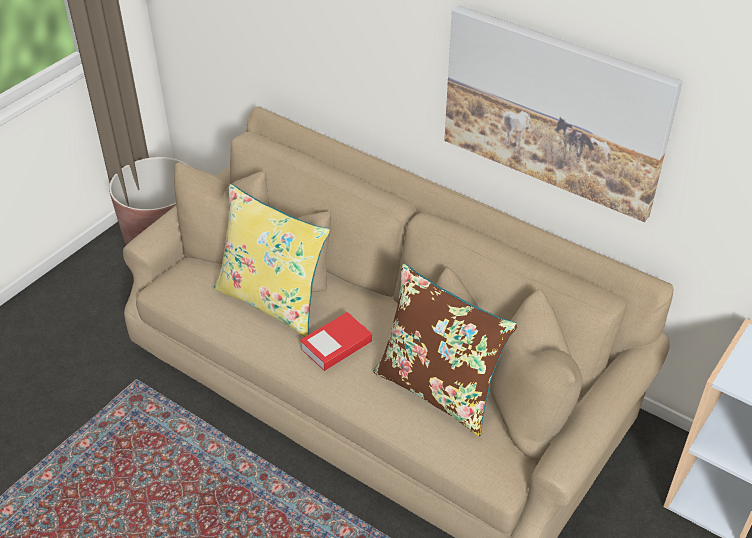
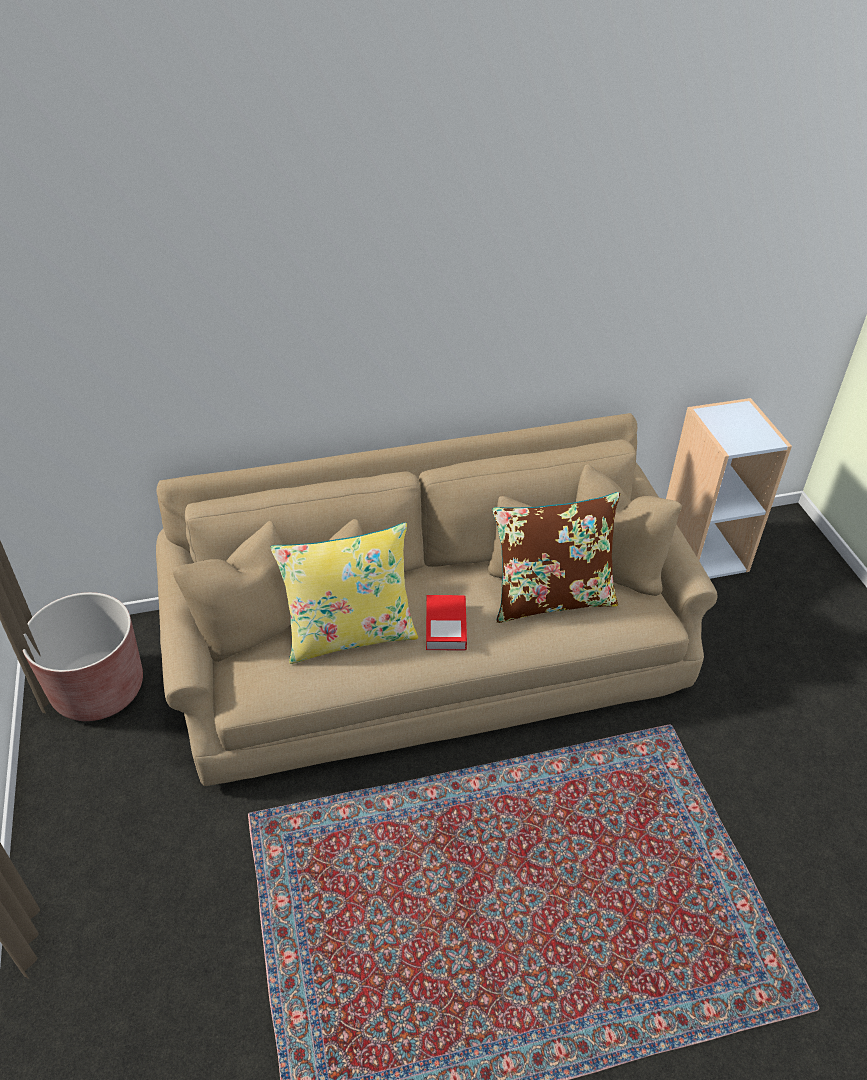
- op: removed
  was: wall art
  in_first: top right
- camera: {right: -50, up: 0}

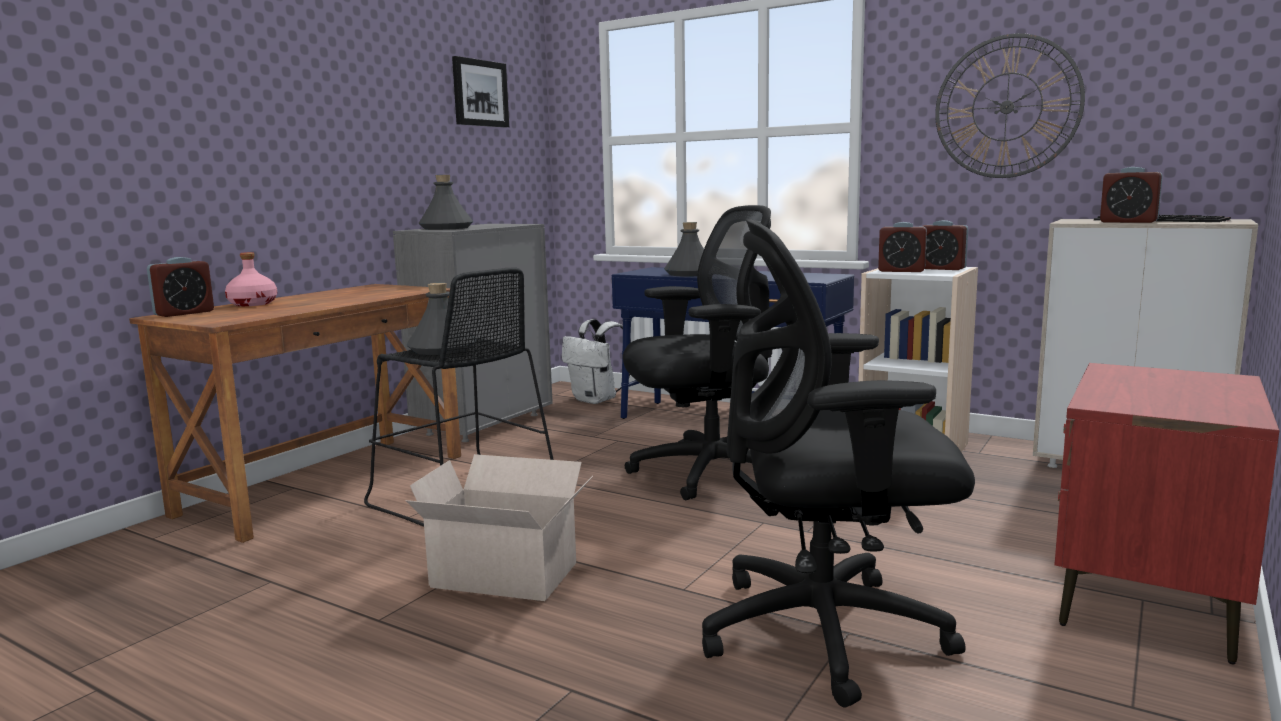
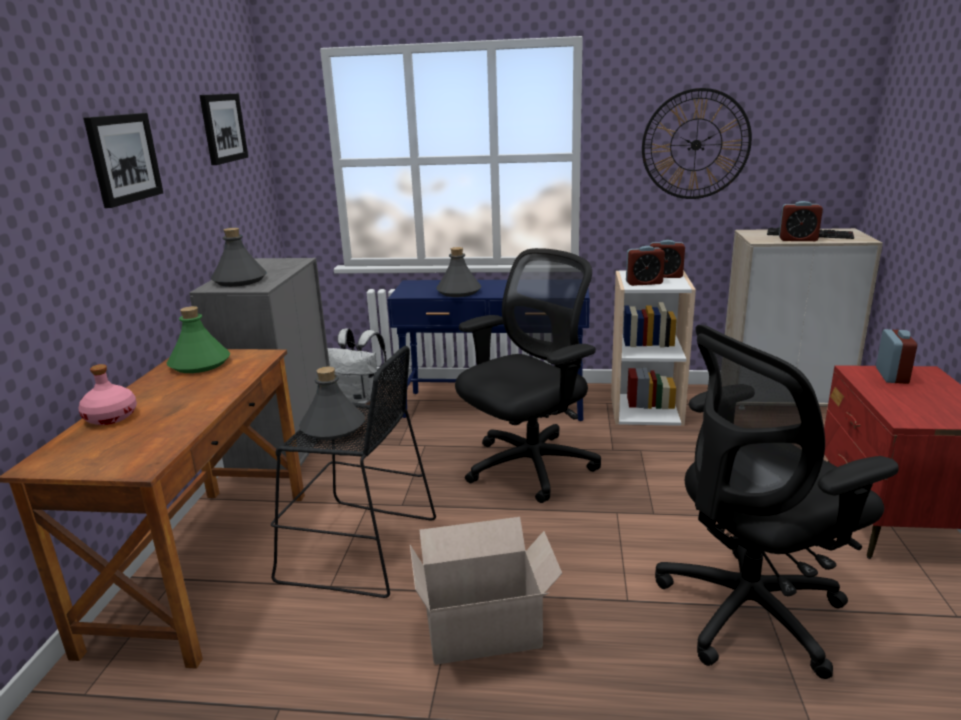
- op: moved
  was: bedside clock (1st from left in the first image)
  now: bedside clock (4th from left)
  in_first: middle left
  in_second: middle right
- op: added
  now: wall art (1st from left)
  in_second: top left
- op: added
  now: green-coloured drink bottle
  in_second: middle left
- camera: {right: -25, up: 10}

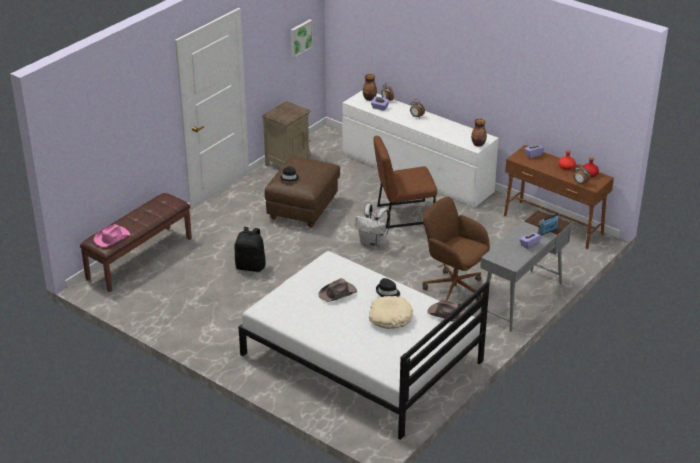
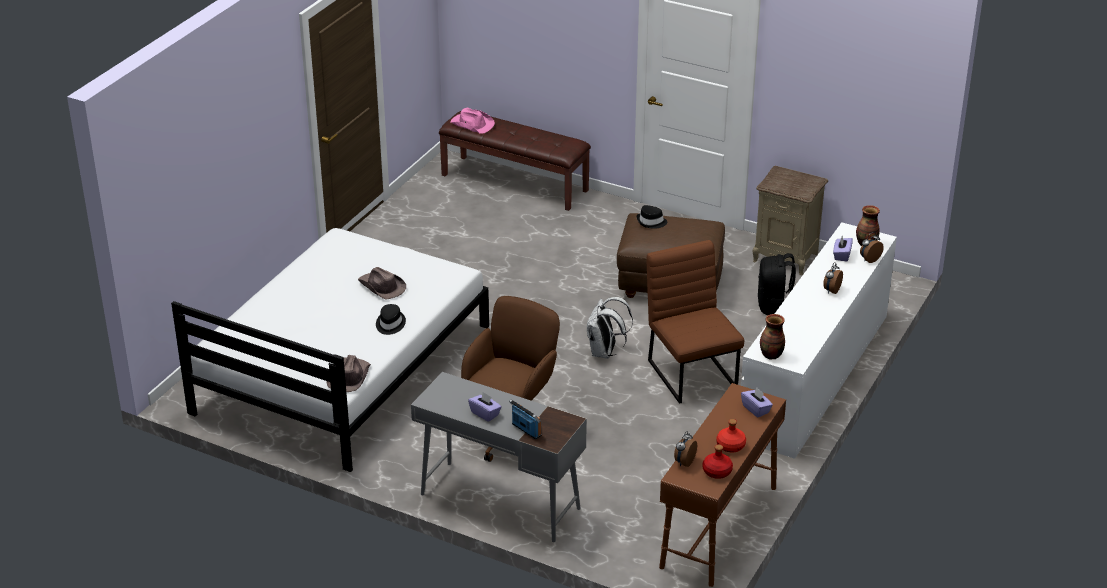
- op: moved
  was: blackish backpack
  in_first: centre
  in_second: middle right
- op: removed
  was: wall art
  in_first: top centre
- op: removed
  was: beige-coloured throw pillow
  in_first: bottom centre
- camera: {right: 80, up: 0}

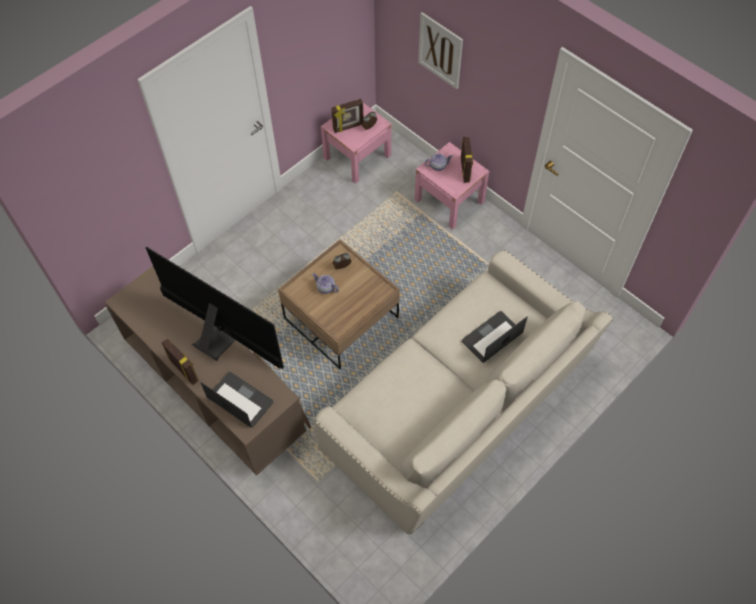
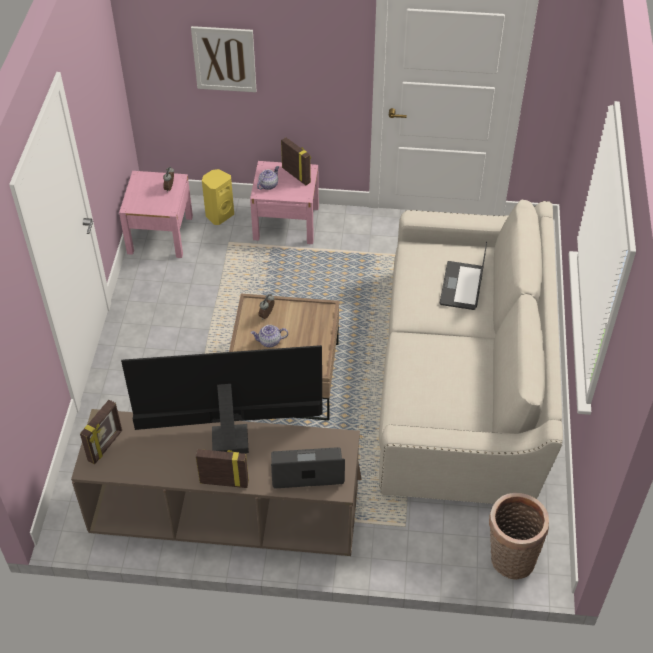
- op: moved
  was: picture frame (2nd from left in the first image)
  now: picture frame (1st from left)
  in_first: top centre
  in_second: middle left
- op: added
  now: yellow-coloured loudspeaker
  in_second: top centre
- op: added
  now: basket
  in_second: bottom right
- camera: {right: -40, up: -10}

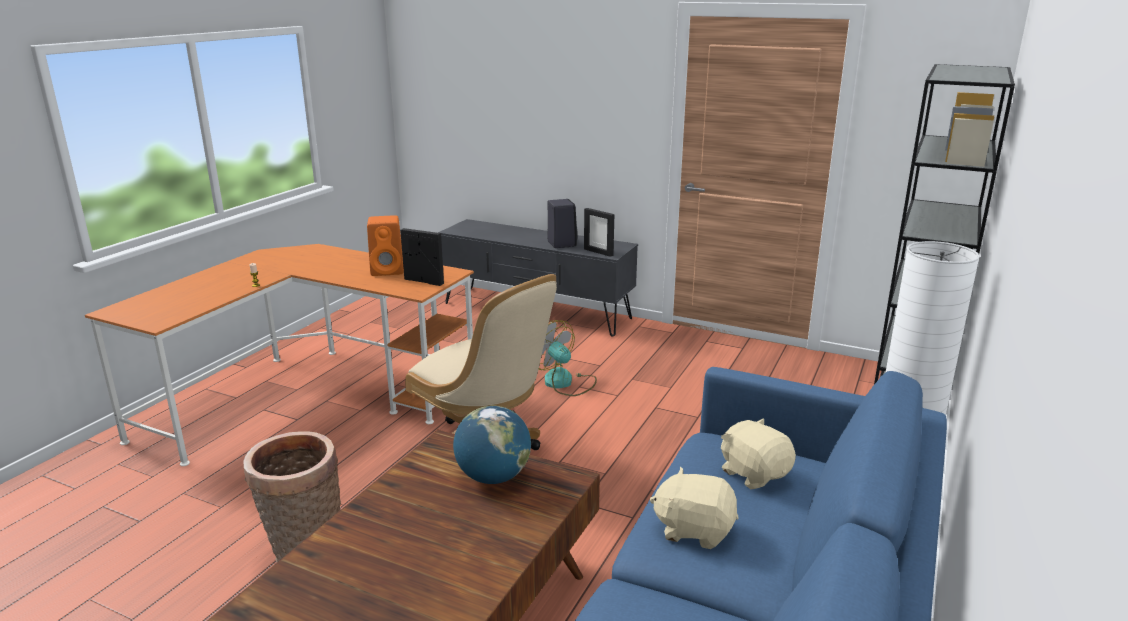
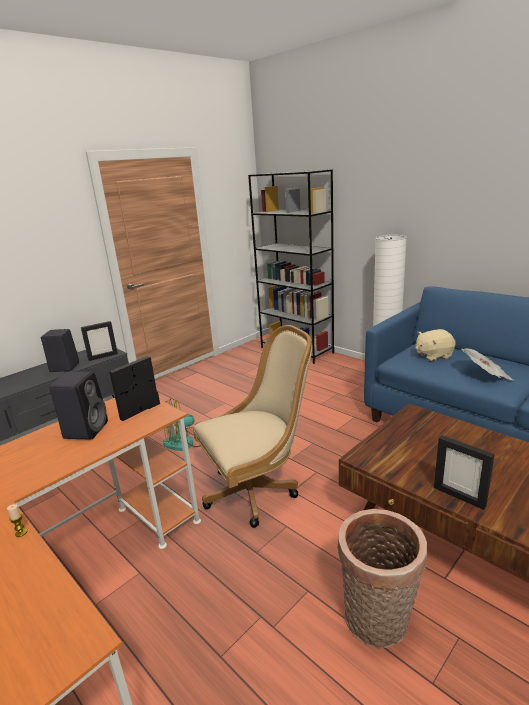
- op: recoloured
  was: orange-coloured loudspeaker
  now: blackish loudspeaker (2nd from left)
  in_first: centre
  in_second: middle left
- op: removed
  was: world globe
  in_first: bottom centre
- op: replaced
  was: beige-coloured plush toy (1st from left)
  now: newspaper
  in_first: bottom centre
  in_second: middle right
- op: added
  now: picture frame (3rd from left)
  in_second: bottom right
- camera: {right: -70, up: 0}

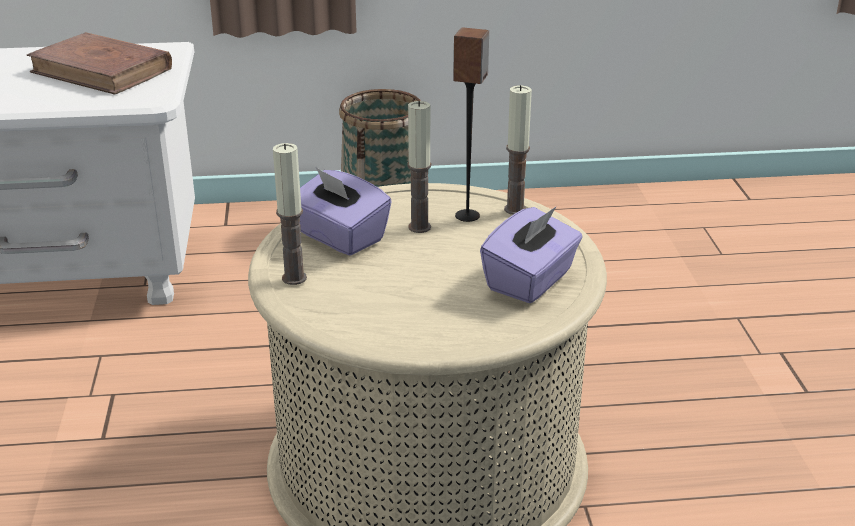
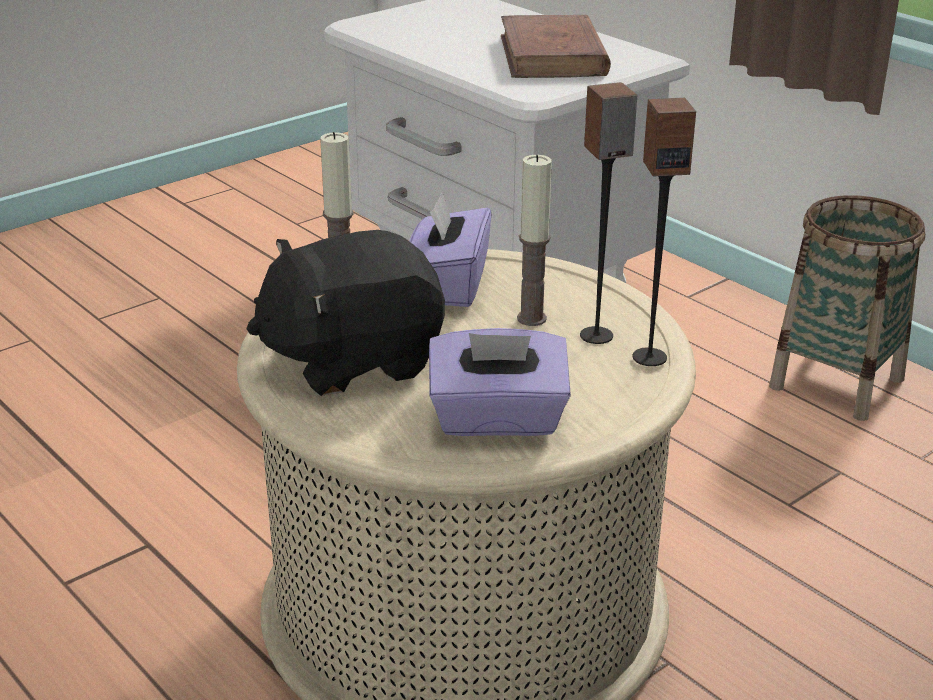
- op: replaced
  was: candle (3rd from left)
  now: loudspeaker (2nd from left)
  in_first: top centre
  in_second: top right
- op: added
  now: blackish plush toy
  in_second: centre
- camera: {right: 55, up: 0}

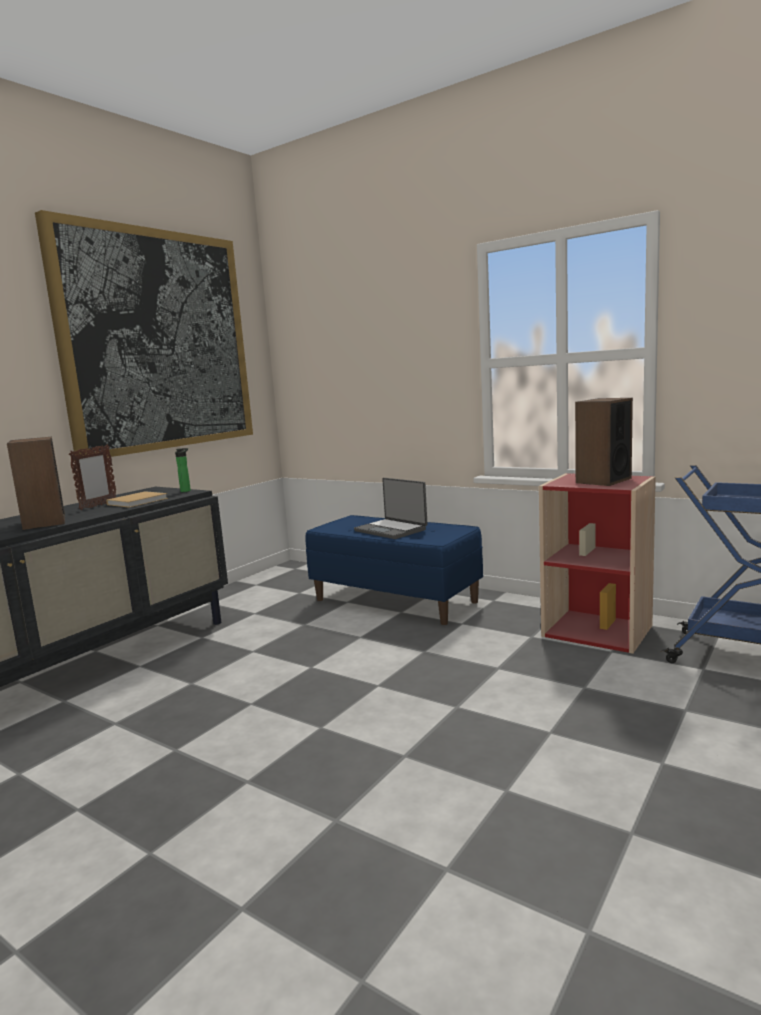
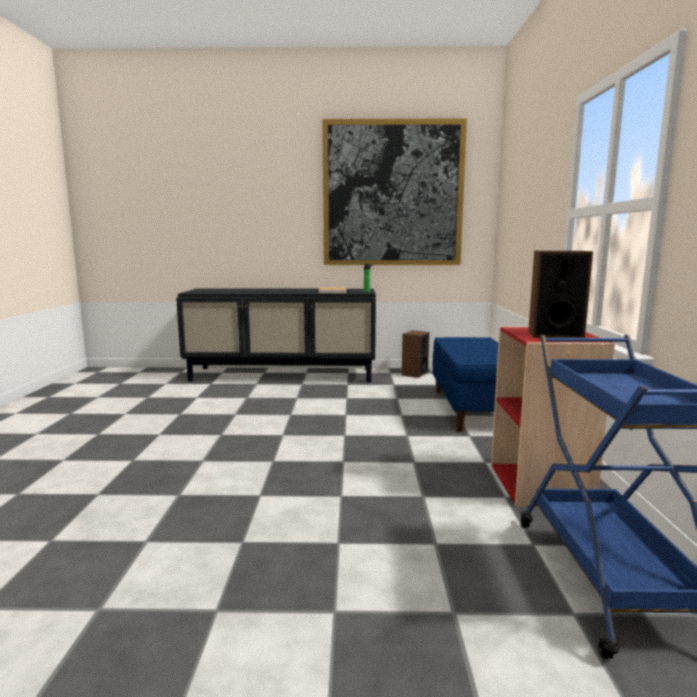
- op: moved
  was: loudspeaker (1st from left)
  in_first: middle left
  in_second: centre
- op: removed
  was: picture frame
  in_first: middle left
- op: removed
  was: laptop
  in_first: centre
- camera: {right: 55, up: 0}

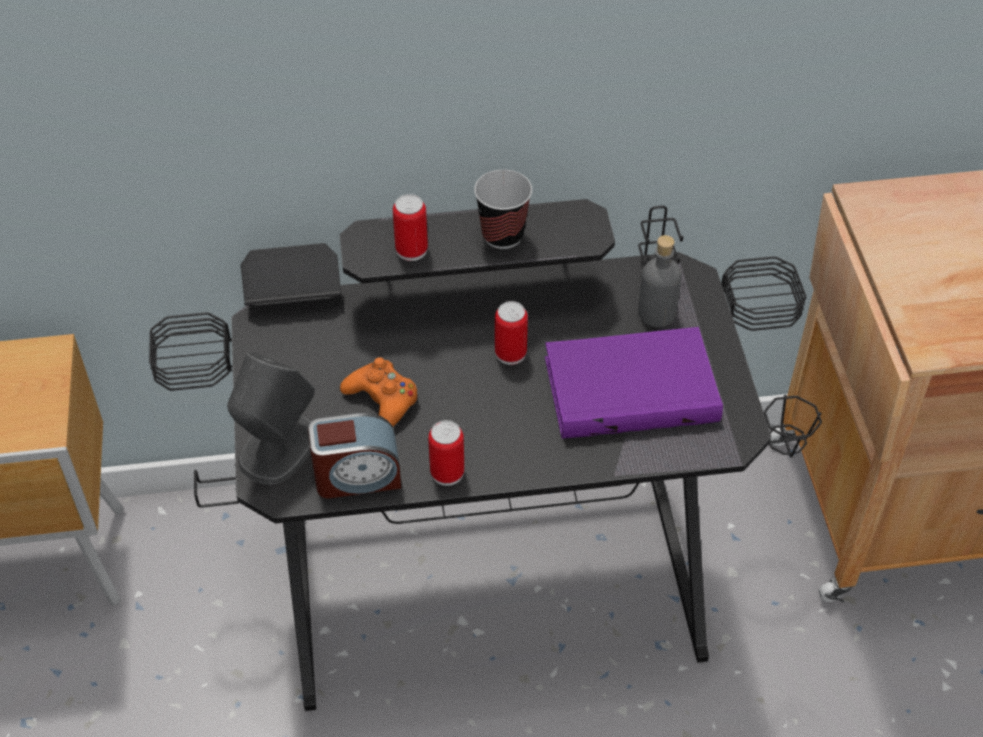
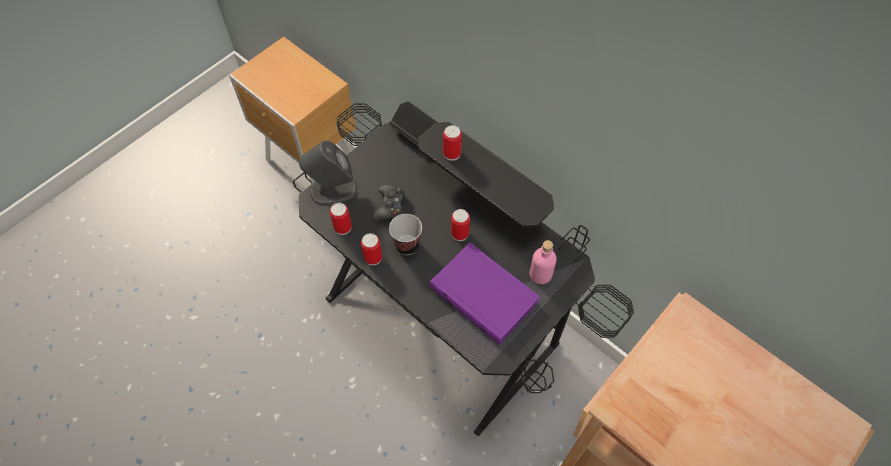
- op: replaced
  was: bedside clock
  now: sealed can (1st from left)
  in_first: centre
  in_second: centre
- op: recoloured
  was: orange-coloured gamepad
  now: blackish gamepad
  in_first: centre
  in_second: centre
- op: moved
  was: drinking cup
  in_first: top centre
  in_second: centre
- op: recoloured
  was: gray drink bottle
  now: pink drink bottle
  in_first: middle right
  in_second: centre
- camera: {right: 50, up: 10}

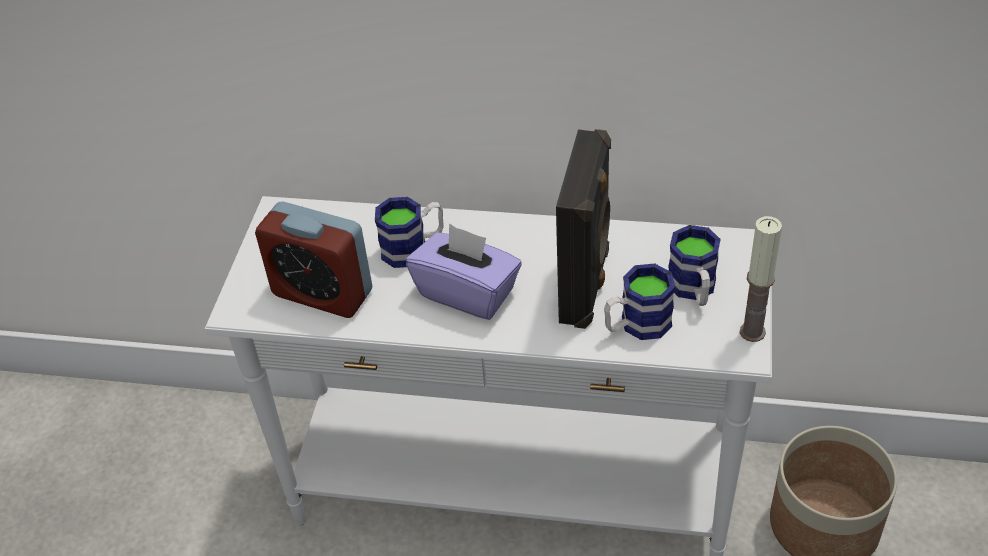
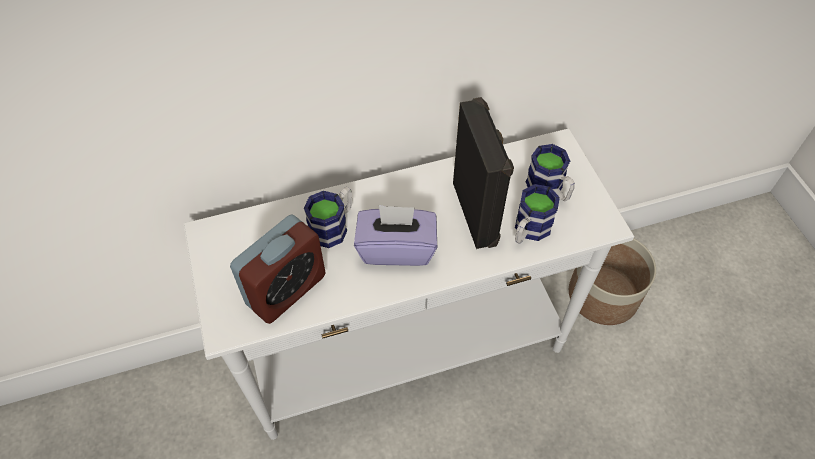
- op: turned
  was: bedside clock
  in_first: middle left
  in_second: centre
  clockwise: -45
- op: removed
  was: candle
  in_first: middle right
- camera: {right: -30, up: 10}

